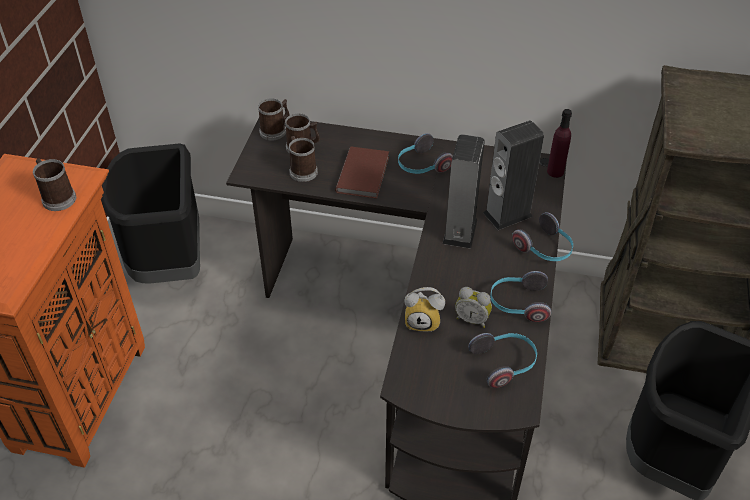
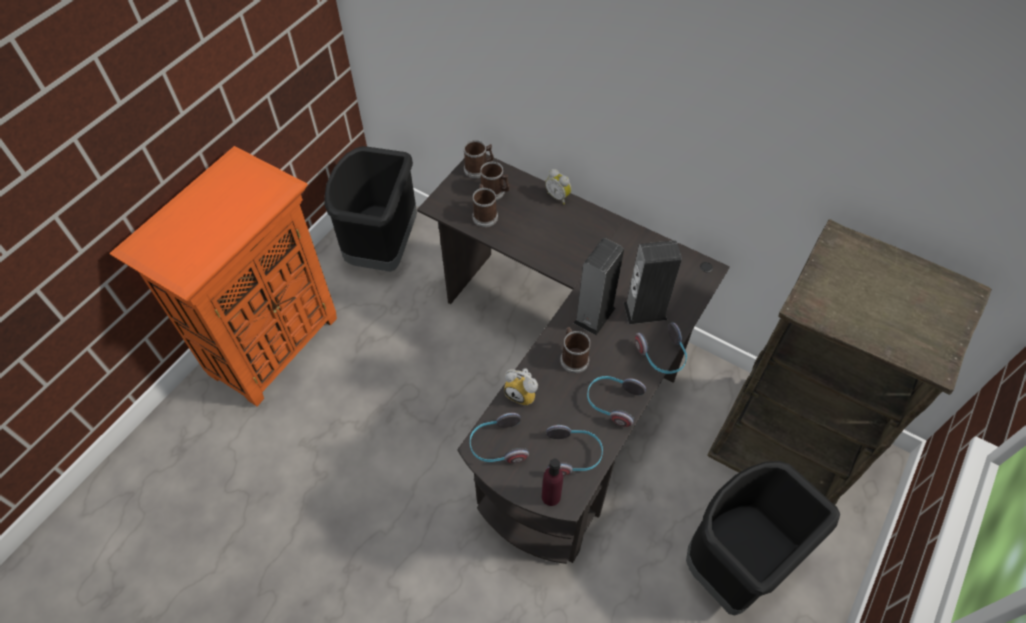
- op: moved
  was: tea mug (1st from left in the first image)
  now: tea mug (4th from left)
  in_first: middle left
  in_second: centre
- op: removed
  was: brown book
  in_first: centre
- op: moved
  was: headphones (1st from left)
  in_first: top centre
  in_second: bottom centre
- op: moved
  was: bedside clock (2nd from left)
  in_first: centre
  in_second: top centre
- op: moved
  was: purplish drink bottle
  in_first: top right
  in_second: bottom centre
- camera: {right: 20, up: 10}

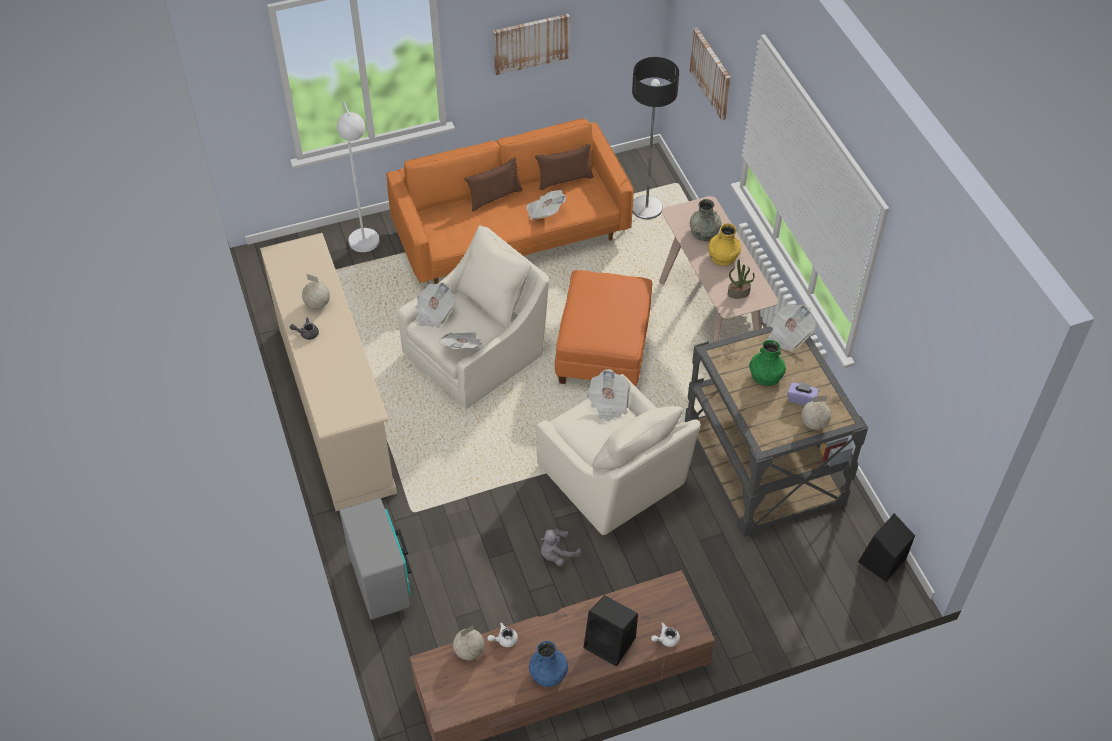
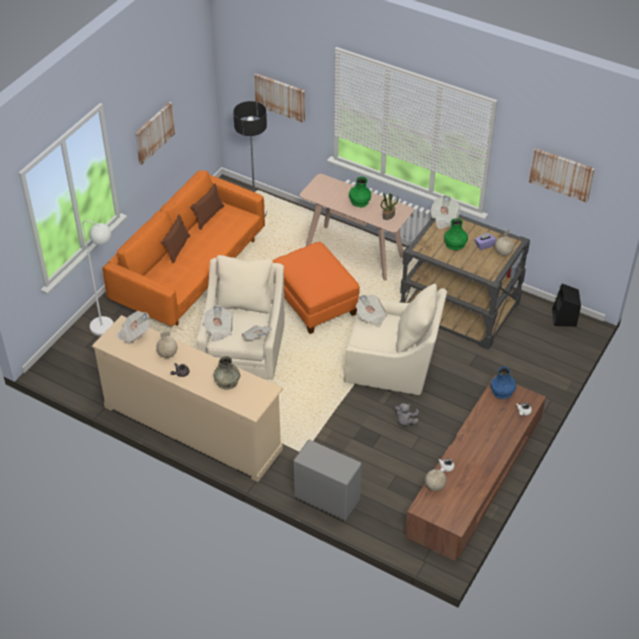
- op: moved
  was: newspaper (3rd from left in the first image)
  now: newspaper (1st from left)
  in_first: top centre
  in_second: middle left
- op: moved
  was: blue-coloured decorative vase
  in_first: bottom centre
  in_second: middle right
- op: removed
  was: blackish loudspeaker (1st from left)
  in_first: bottom centre
- op: moved
  was: gray decorative vase
  in_first: top centre
  in_second: centre
- op: recoloured
  was: yellow-coloured decorative vase
  now: green-coloured decorative vase (1st from left)
  in_first: top centre
  in_second: top centre
- op: added
  now: wall art (3rd from left)
  in_second: top right
- camera: {right: -40, up: -5}

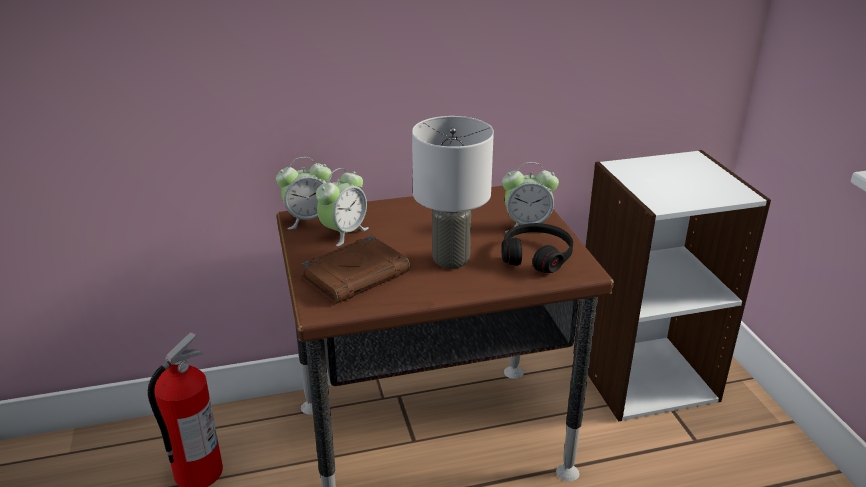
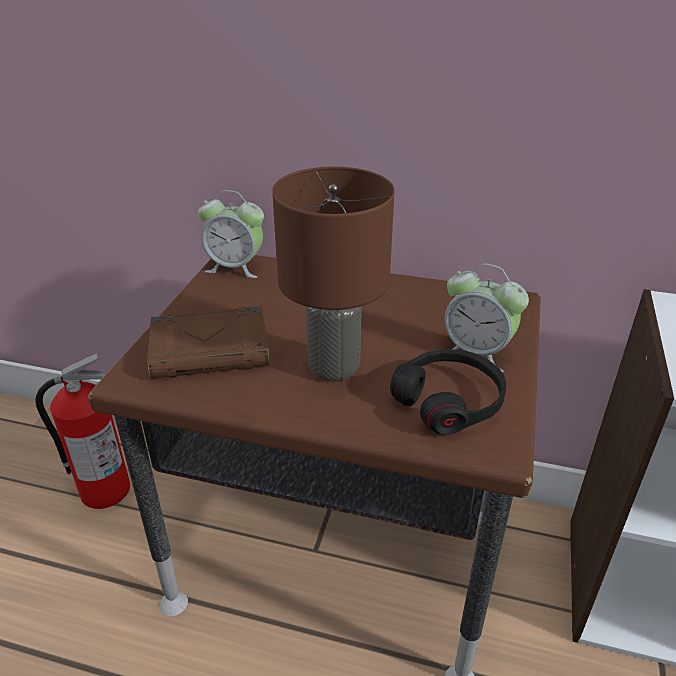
- op: removed
  was: bedside clock (2nd from left)
  in_first: centre
- op: recoloured
  was: whitish table lamp
  now: brown table lamp
  in_first: centre
  in_second: centre
- camera: {right: 30, up: 5}

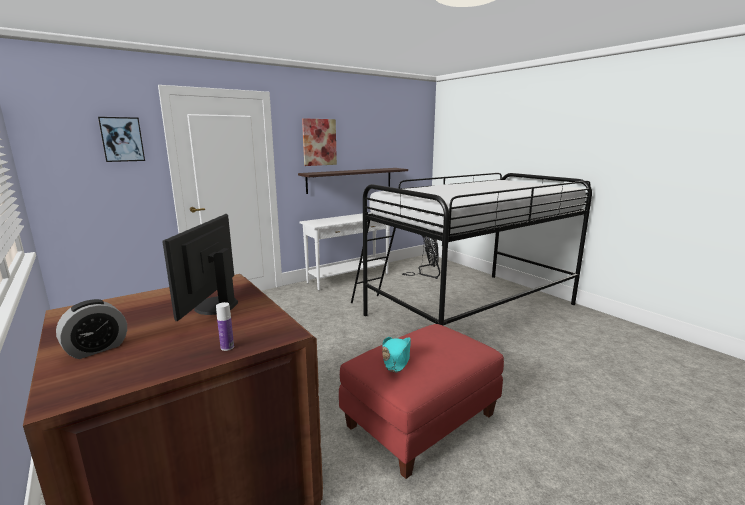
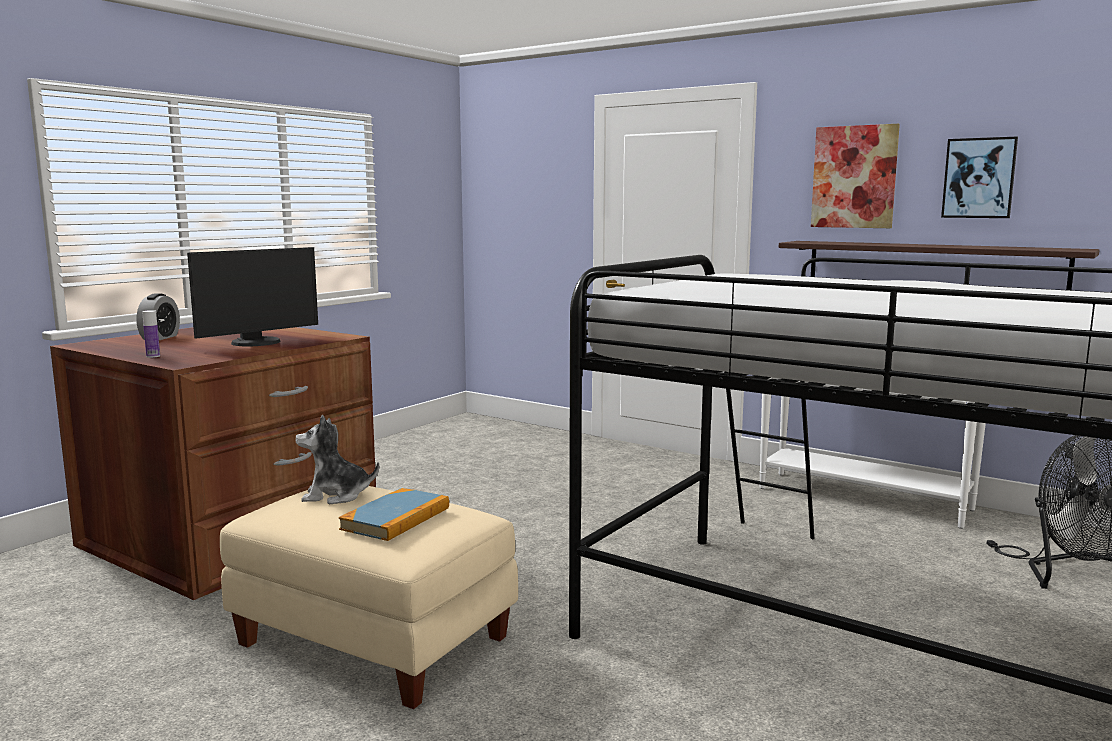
- op: turned
  was: bedside clock
  in_first: middle left
  in_second: middle left
  clockwise: -105
- op: moved
  was: wall art (1st from left in the first image)
  now: wall art (2nd from left)
  in_first: top left
  in_second: top right
- op: turned
  was: computer display
  in_first: middle left
  in_second: middle left
  clockwise: 150
- op: recoloured
  was: red ottoman
  now: beige-coloured ottoman
  in_first: bottom centre
  in_second: bottom left
- op: replaced
  was: turquoise-coloured wearable hat
  now: plush toy
  in_first: bottom centre
  in_second: middle left
- op: added
  now: book
  in_second: bottom centre
- camera: {right: 70, up: -5}

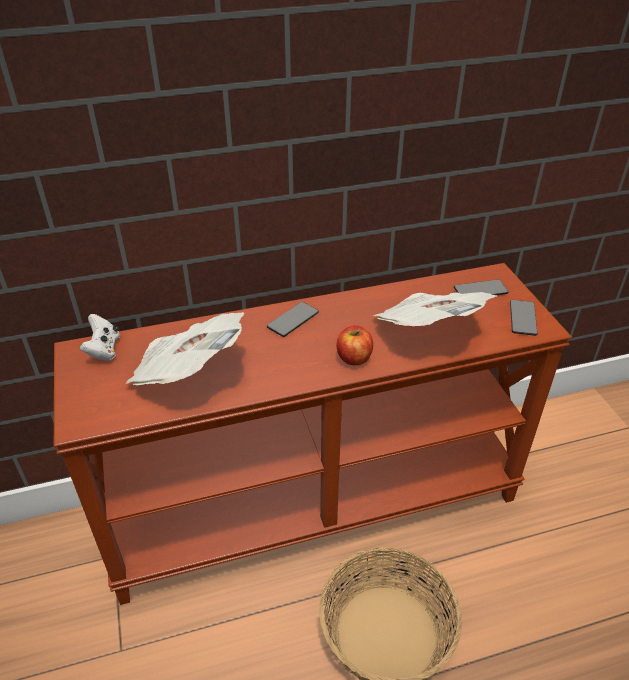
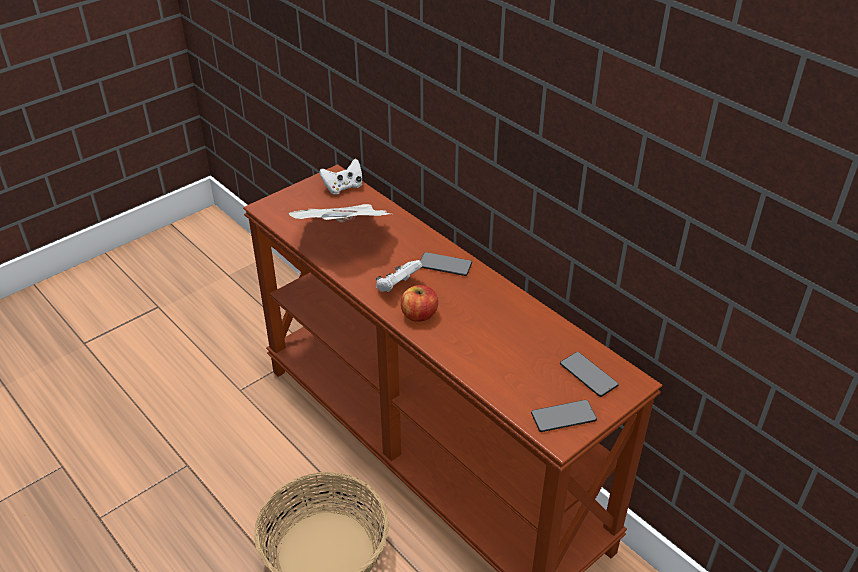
- op: removed
  was: newspaper (2nd from left)
  in_first: middle right
- op: added
  now: whitish gamepad (2nd from left)
  in_second: centre
- camera: {right: 65, up: 0}

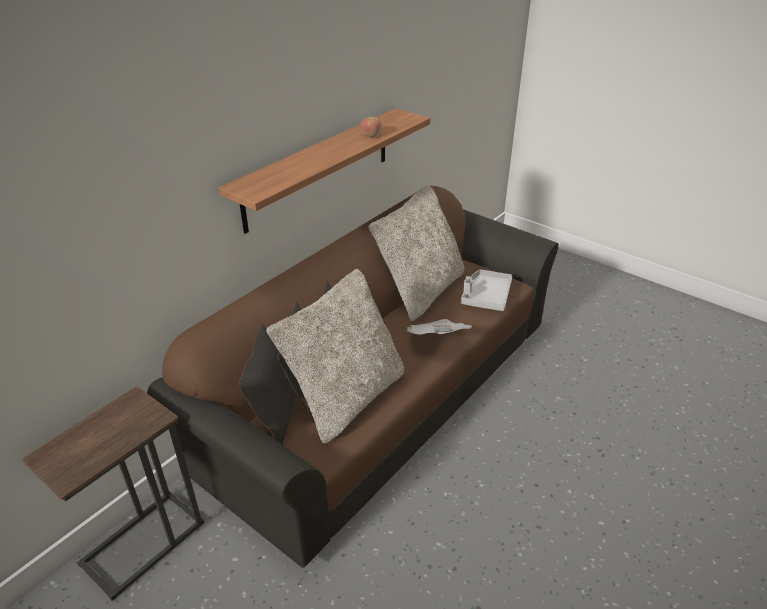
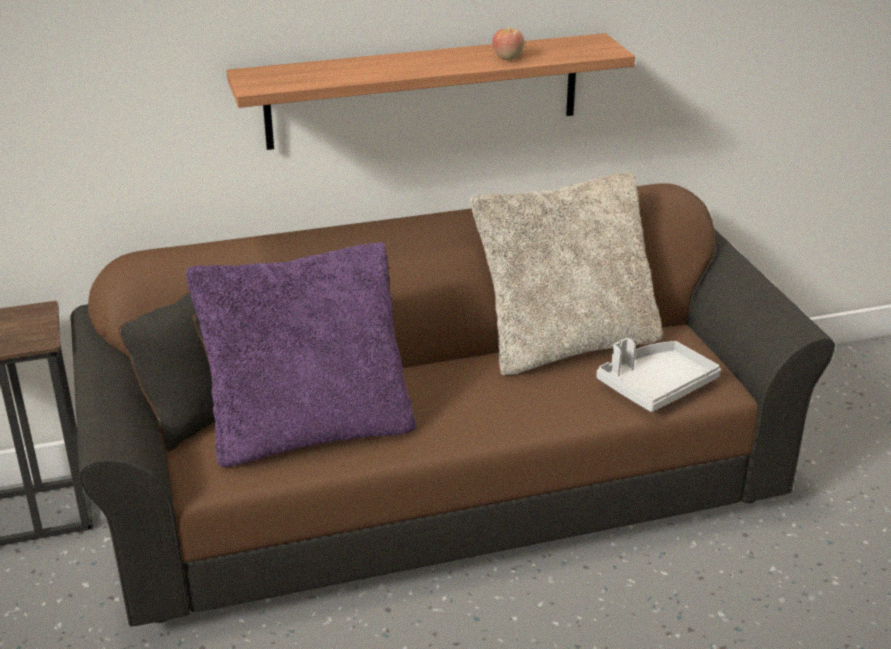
- op: recoloured
  was: beige-coloured throw pillow (1st from left)
  now: purplish throw pillow
  in_first: centre
  in_second: centre
- op: removed
  was: newspaper
  in_first: centre
- camera: {right: 35, up: -5}

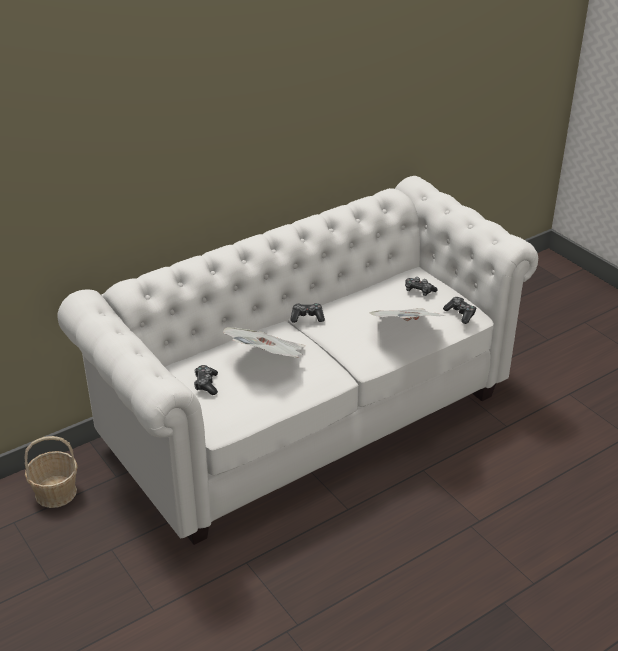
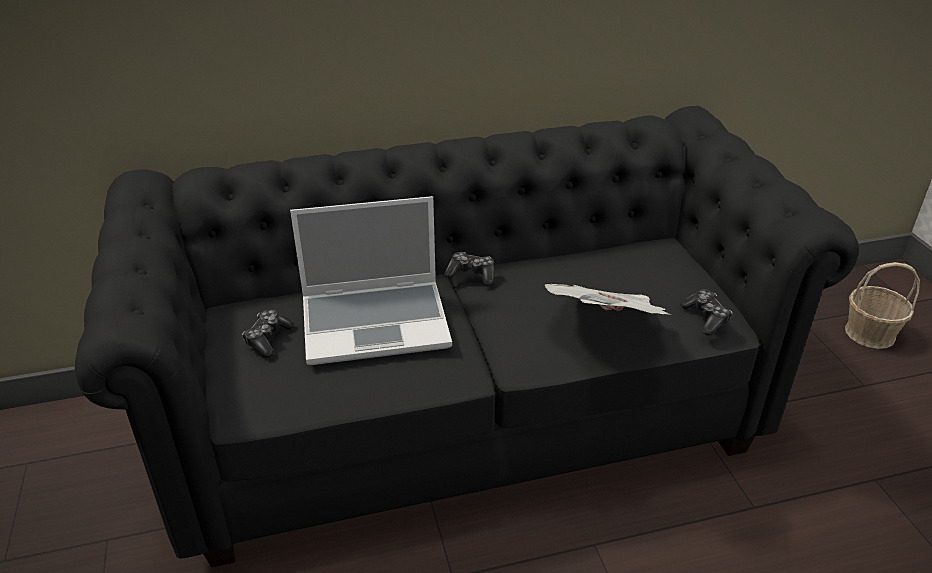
- op: moved
  was: basket
  in_first: bottom left
  in_second: middle right
- op: recoloured
  was: whitish settee
  now: blackish settee
  in_first: centre
  in_second: centre
- op: replaced
  was: newspaper (1st from left)
  now: laptop
  in_first: centre
  in_second: centre
- op: removed
  was: gamepad (3rd from left)
  in_first: middle right
- camera: {right: 20, up: 0}

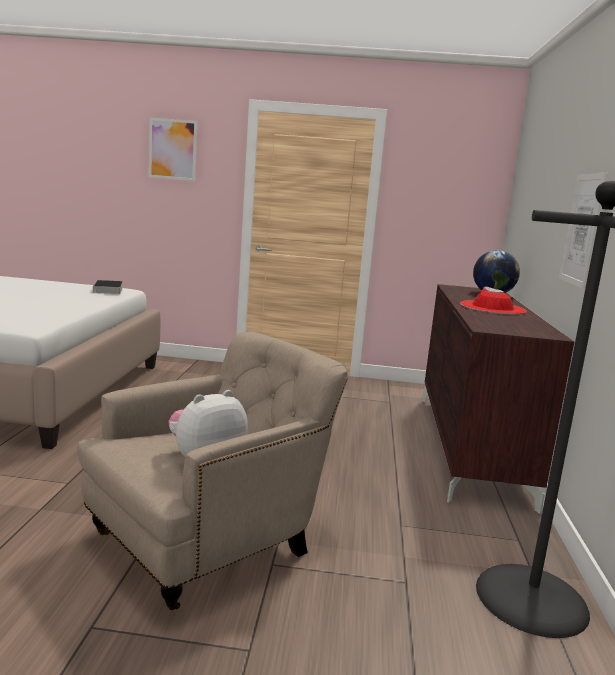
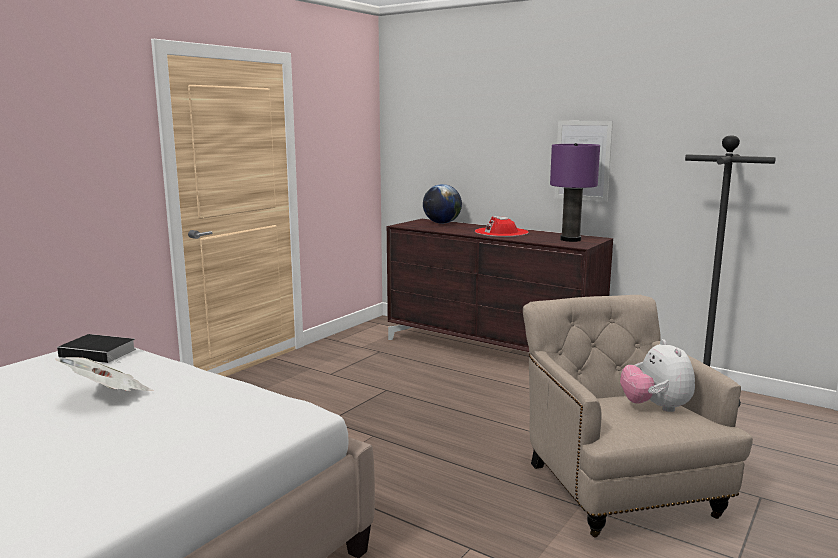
- op: removed
  was: wall art (1st from left)
  in_first: top left
- op: added
  now: newspaper
  in_second: bottom left
- op: added
  now: purplish table lamp
  in_second: middle right
- camera: {right: -60, up: 0}

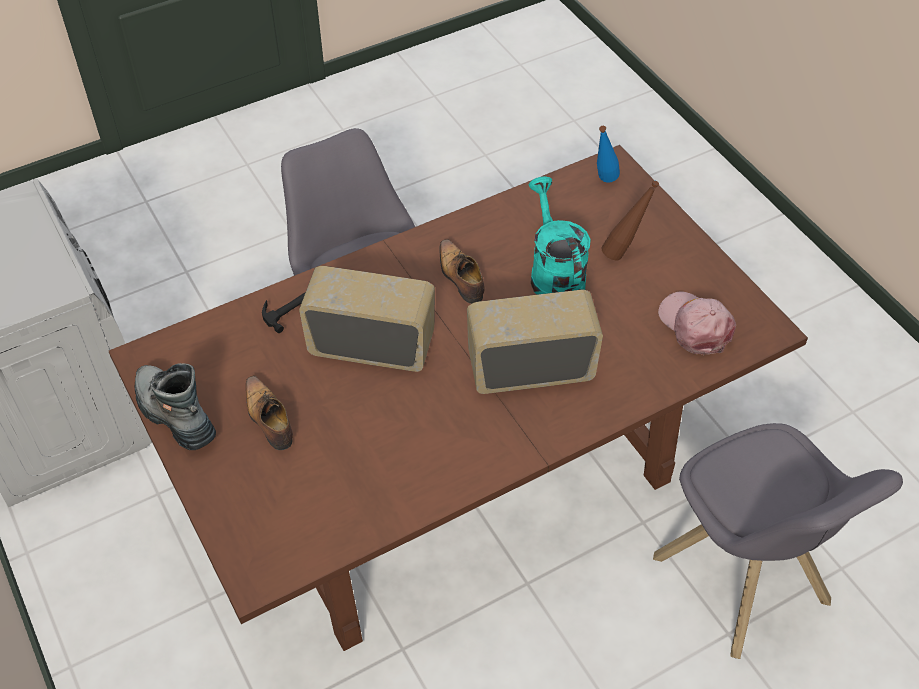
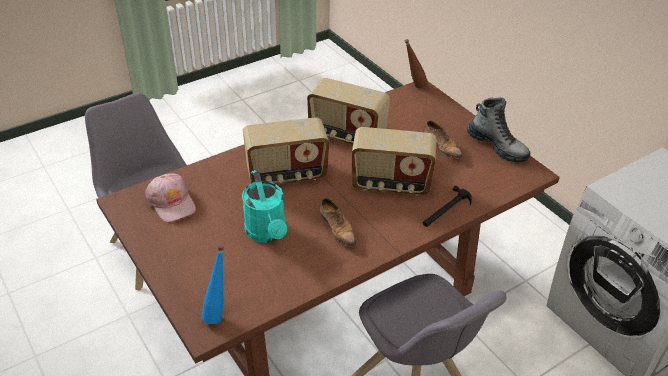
- op: moved
  was: brown drink bottle
  in_first: top right
  in_second: top centre
- op: added
  now: radio receiver (2nd from left)
  in_second: top centre
- camera: {right: 175, up: -10}

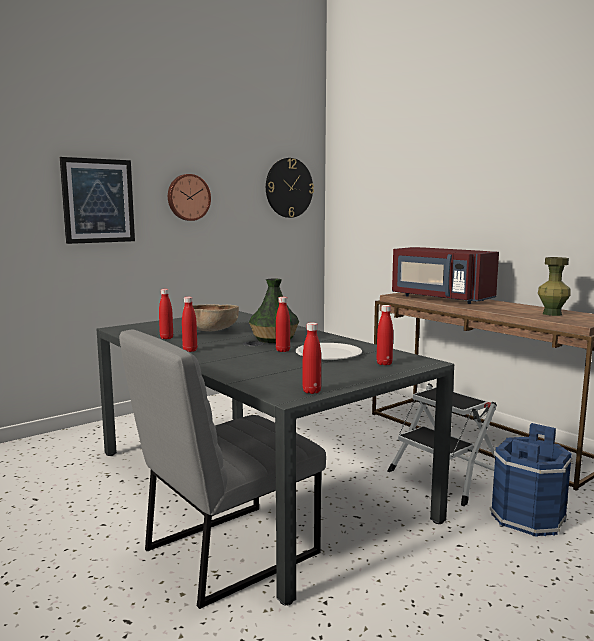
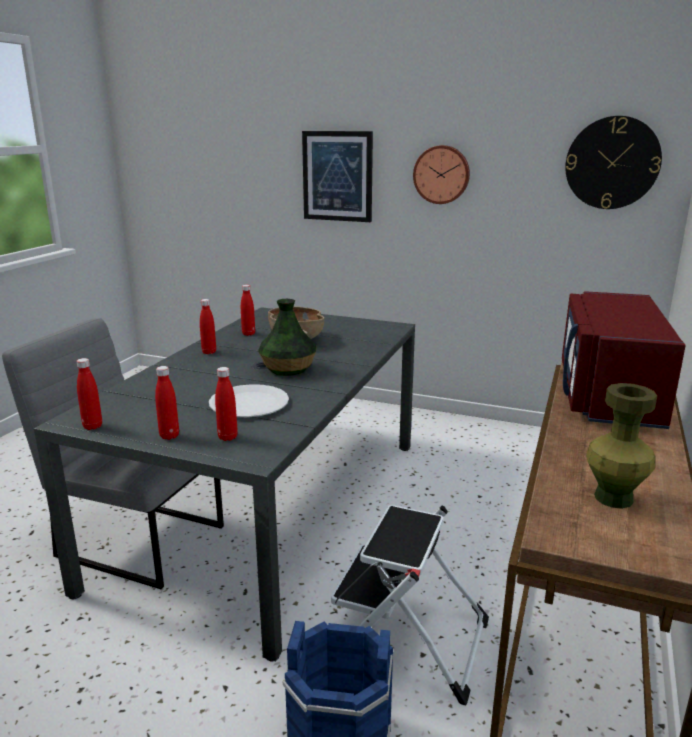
- op: moved
  was: red drink bottle (3rd from left in the first image)
  now: red drink bottle (2nd from left)
  in_first: centre
  in_second: middle left
- camera: {right: 60, up: 10}

